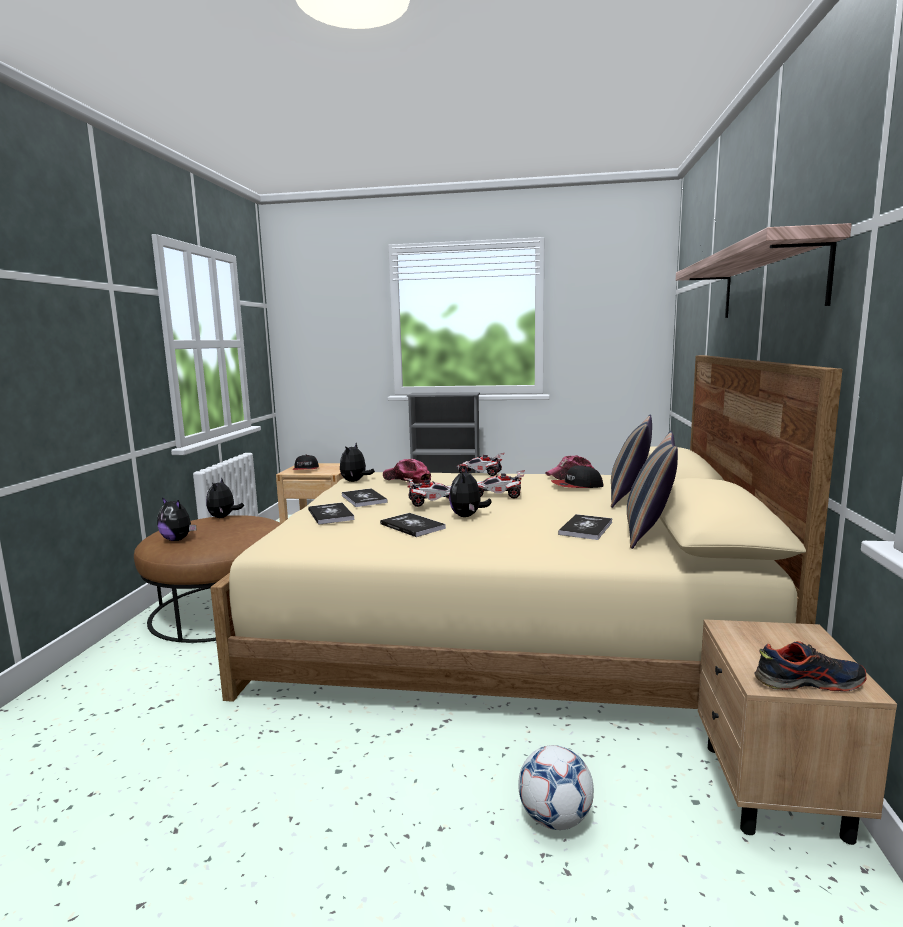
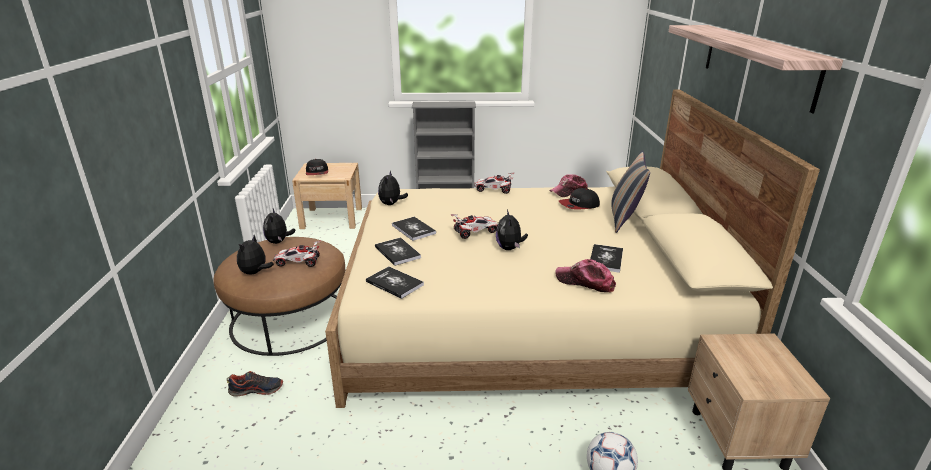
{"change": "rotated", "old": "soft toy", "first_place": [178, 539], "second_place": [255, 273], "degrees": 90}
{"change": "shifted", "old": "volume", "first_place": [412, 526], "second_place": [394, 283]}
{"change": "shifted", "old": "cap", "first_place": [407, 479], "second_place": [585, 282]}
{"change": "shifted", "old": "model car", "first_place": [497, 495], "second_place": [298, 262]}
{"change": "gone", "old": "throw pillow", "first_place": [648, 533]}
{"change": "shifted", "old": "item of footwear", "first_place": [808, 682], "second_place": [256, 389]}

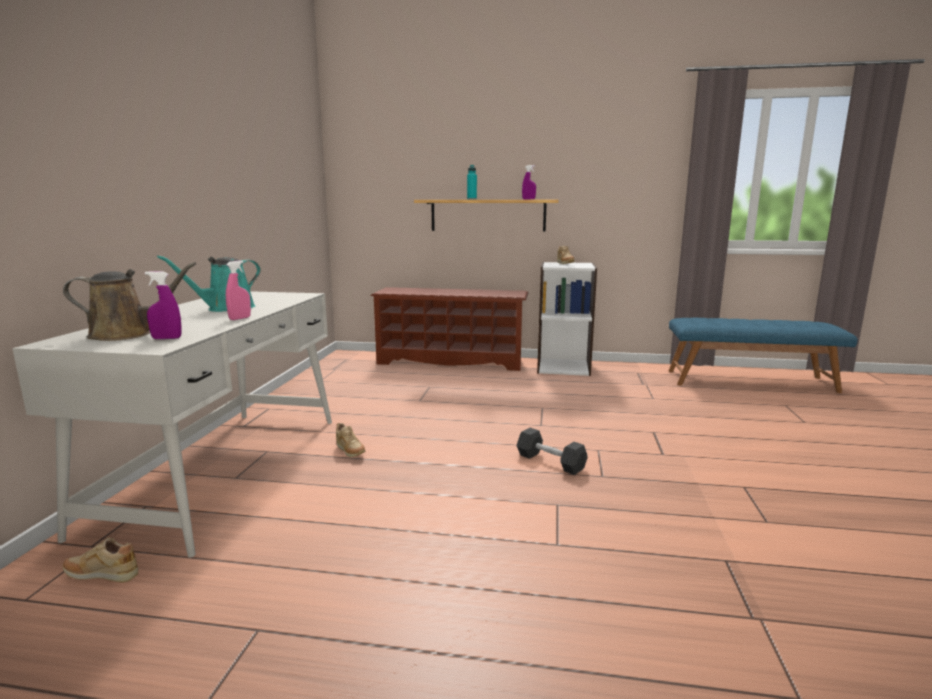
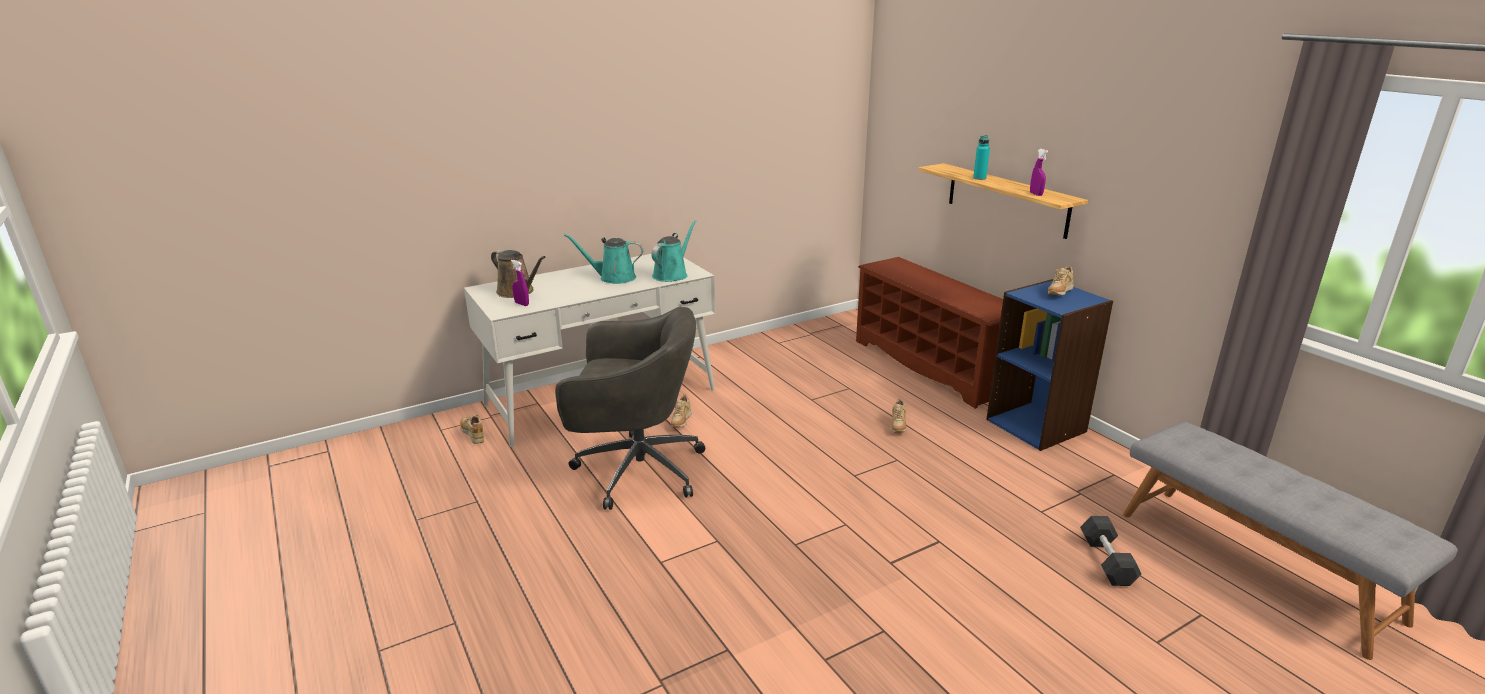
{"change": "gone", "old": "spray bottle in pink", "first_place": [240, 318]}
{"change": "shifted", "old": "dumbbell in black", "first_place": [550, 462], "second_place": [1107, 561]}
{"change": "repainted", "old": "bookshelf in whitish", "new": "bookshelf in blue-coloured", "first_place": [563, 367], "second_place": [1036, 425]}
{"change": "repainted", "old": "long seat in blue-coloured", "new": "long seat in greyish", "first_place": [749, 381], "second_place": [1255, 564]}
{"change": "new", "new": "computer chair in greyish", "second_place": [635, 470]}
{"change": "new", "new": "watering pot in turquoise", "second_place": [672, 274]}
{"change": "new", "new": "item of footwear in beige-coloured", "second_place": [898, 427]}

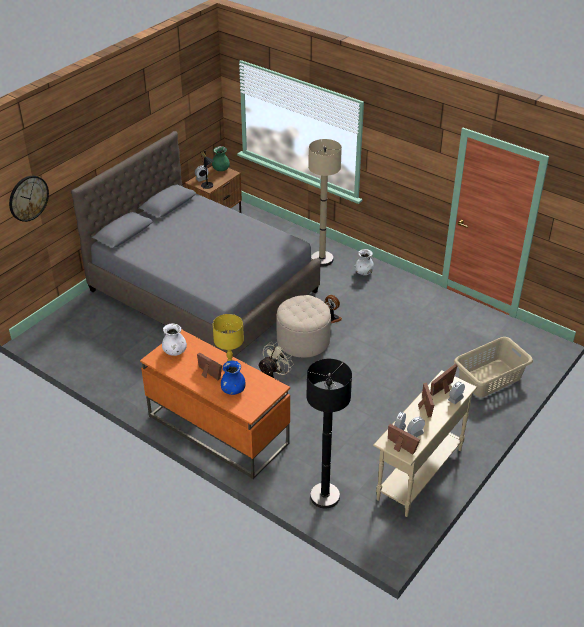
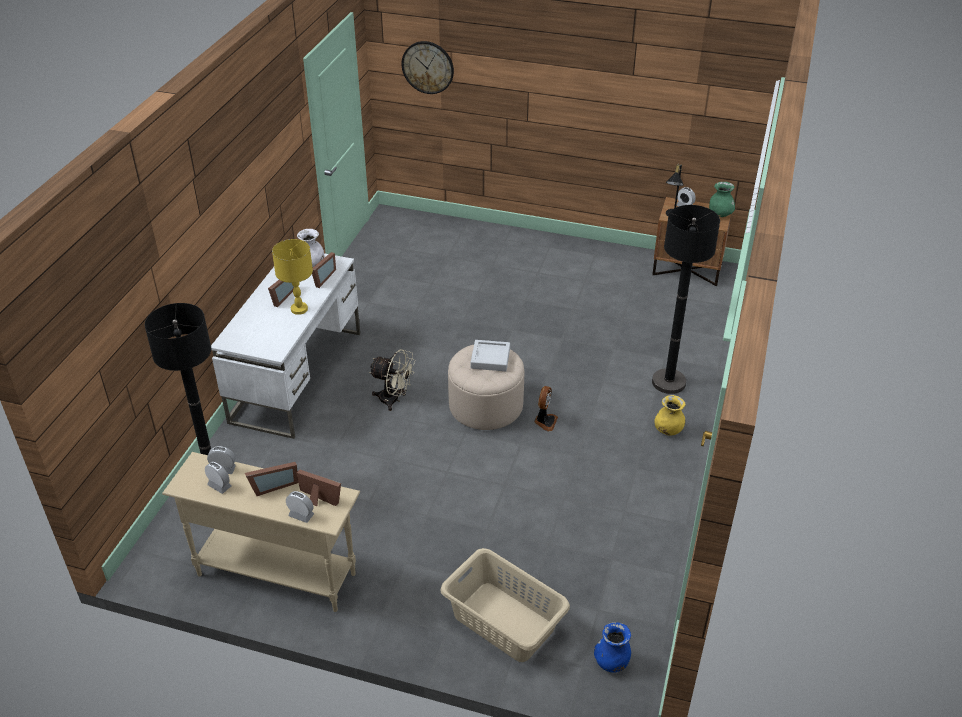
{"change": "gone", "old": "sleeping bed in greyish", "first_place": [203, 290]}
{"change": "repainted", "old": "desk table in orange", "new": "desk table in whitish", "first_place": [217, 429], "second_place": [297, 376]}
{"change": "shifted", "old": "decorative vase in blue-coloured", "first_place": [233, 390], "second_place": [612, 662]}
{"change": "repainted", "old": "standard lamp in beige-coloured", "new": "standard lamp in black", "first_place": [322, 259], "second_place": [668, 382]}
{"change": "repainted", "old": "decorative vase in whitish", "new": "decorative vase in yellow", "first_place": [364, 272], "second_place": [668, 430]}
{"change": "shifted", "old": "standing frame", "first_place": [400, 448], "second_place": [321, 278]}
{"change": "new", "new": "carrying tray in greyish", "second_place": [490, 358]}

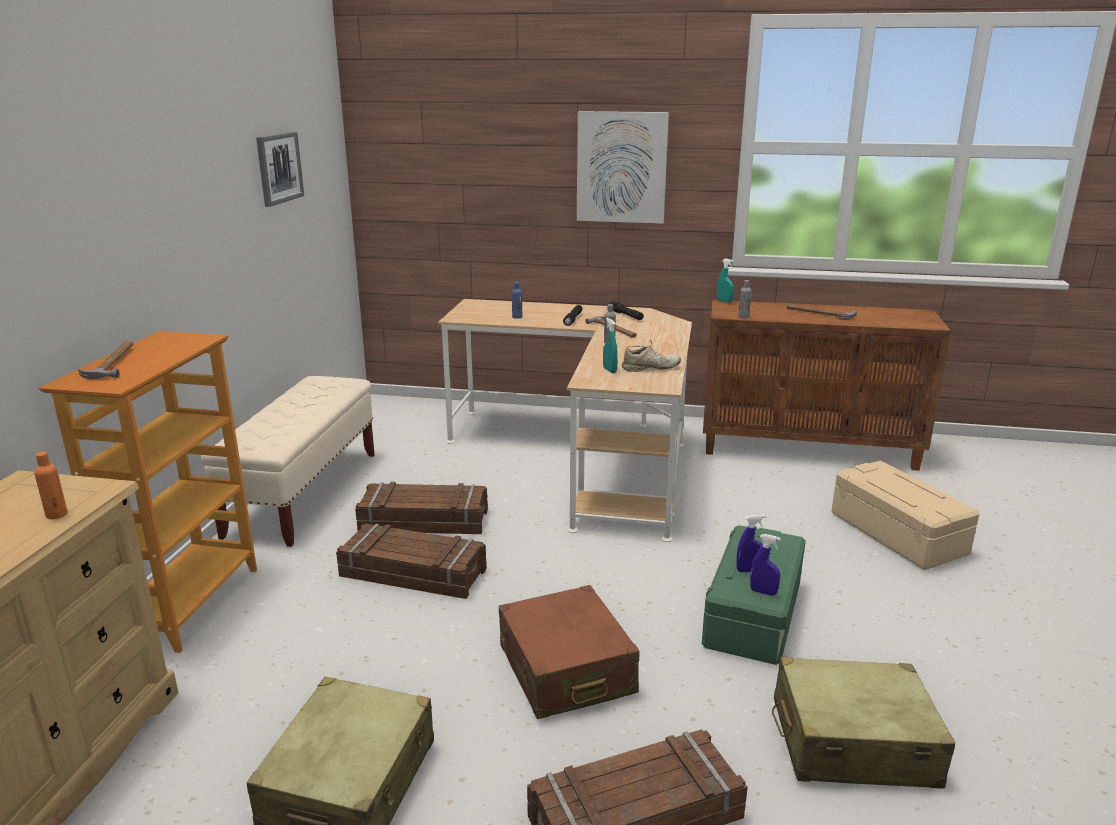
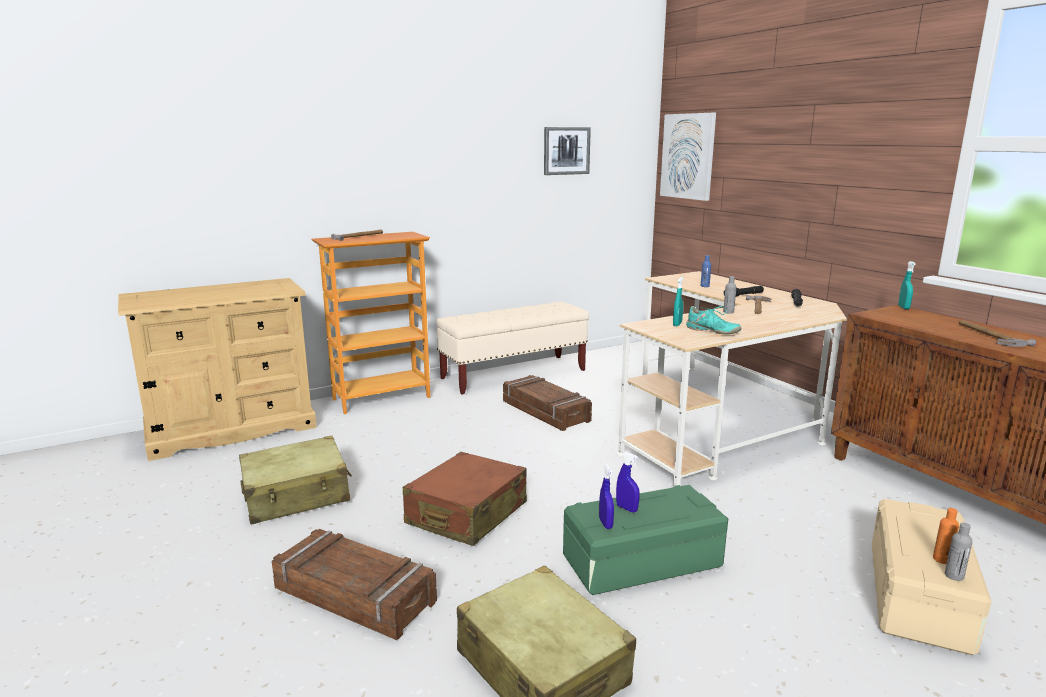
{"change": "shifted", "old": "beverage bottle in orange", "first_place": [56, 515], "second_place": [941, 559]}
{"change": "gone", "old": "shipping crate", "first_place": [413, 574]}
{"change": "shifted", "old": "wall art", "first_place": [621, 167], "second_place": [688, 156]}
{"change": "repainted", "old": "item of footwear in beige-coloured", "new": "item of footwear in turquoise", "first_place": [650, 368], "second_place": [712, 331]}
{"change": "shifted", "old": "beverage bottle in greyish", "first_place": [743, 317], "second_place": [954, 576]}

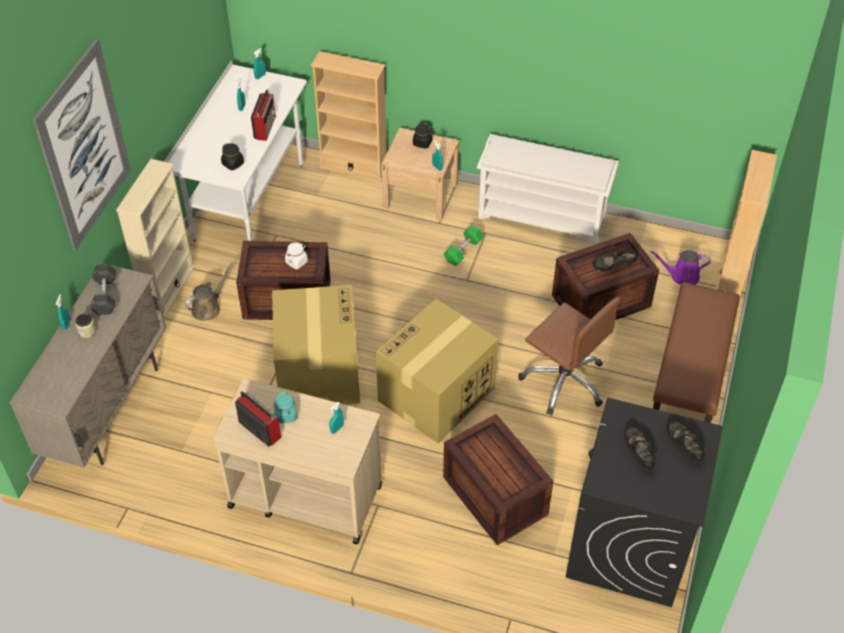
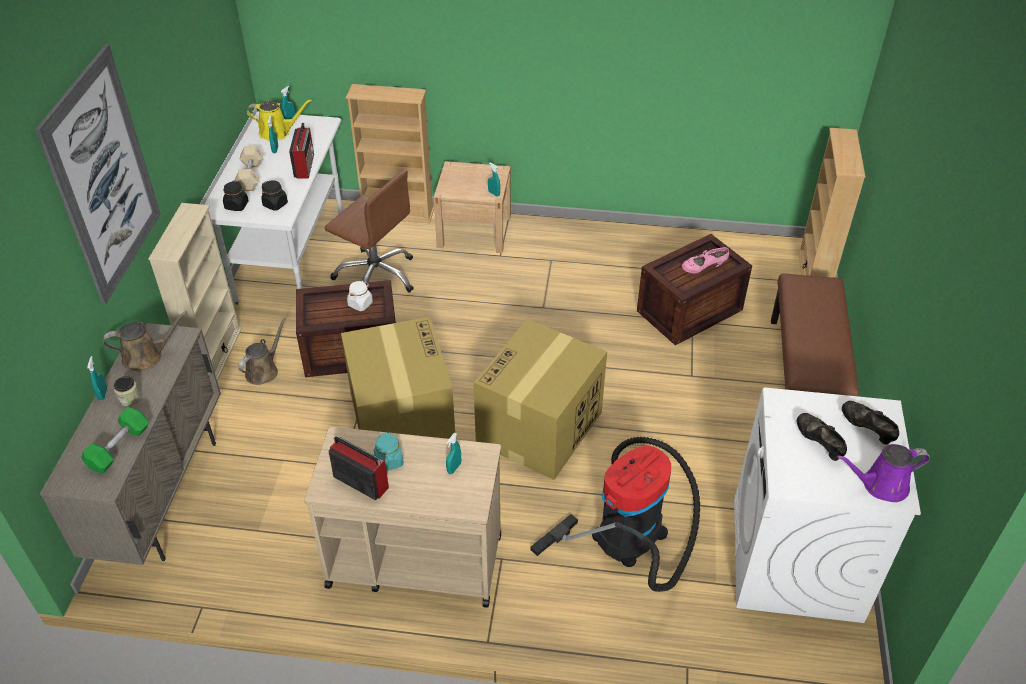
{"change": "swapped", "old": "dumbbell in black", "new": "watering pot in brown", "first_place": [105, 296], "second_place": [147, 357]}
{"change": "shifted", "old": "jar in black", "first_place": [422, 143], "second_place": [236, 205]}
{"change": "swapped", "old": "shipping crate", "new": "hoover", "first_place": [496, 497], "second_place": [633, 529]}
{"change": "shifted", "old": "dumbbell in greenish", "first_place": [463, 251], "second_place": [119, 448]}
{"change": "gone", "old": "shoe stand in whitish", "first_place": [543, 216]}
{"change": "shifted", "old": "computer chair in brown", "first_place": [564, 381], "second_place": [376, 276]}
{"change": "repainted", "old": "washing machine in black", "new": "washing machine in whitish", "first_place": [629, 545], "second_place": [796, 560]}
{"change": "repainted", "old": "item of footwear in black", "new": "item of footwear in pink", "first_place": [613, 267], "second_place": [703, 268]}
{"change": "shifted", "old": "watering pot in purple-coloured", "first_place": [681, 276], "second_place": [881, 485]}
{"change": "new", "new": "dumbbell in beige-coloured", "second_place": [250, 176]}
{"change": "new", "new": "watering pot in yellow", "second_place": [278, 132]}

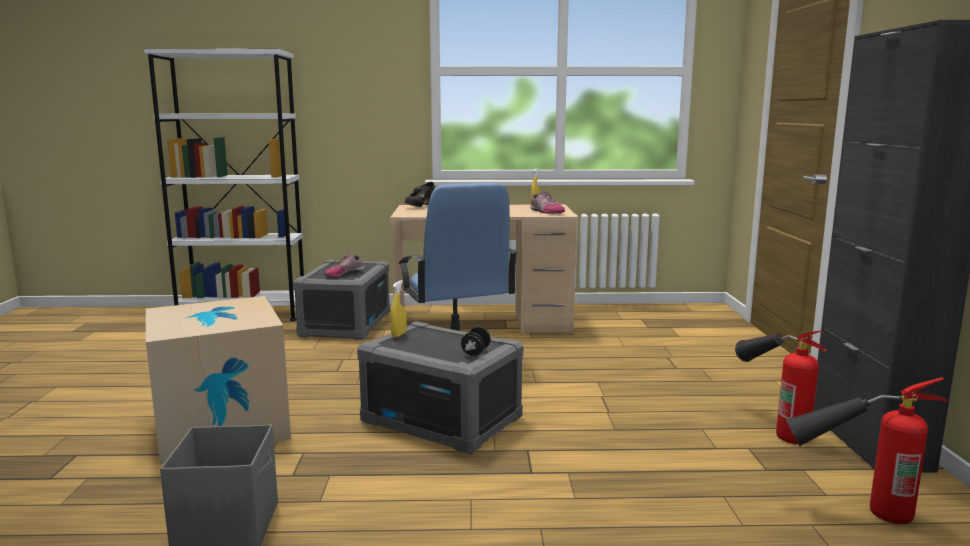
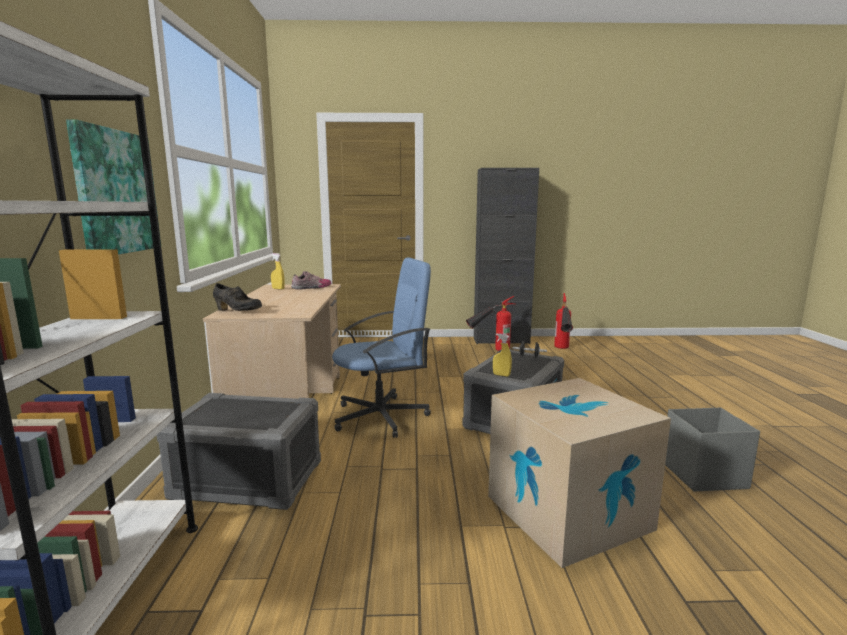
{"change": "gone", "old": "item of footwear", "first_place": [344, 273]}
{"change": "new", "new": "wall art", "second_place": [115, 192]}

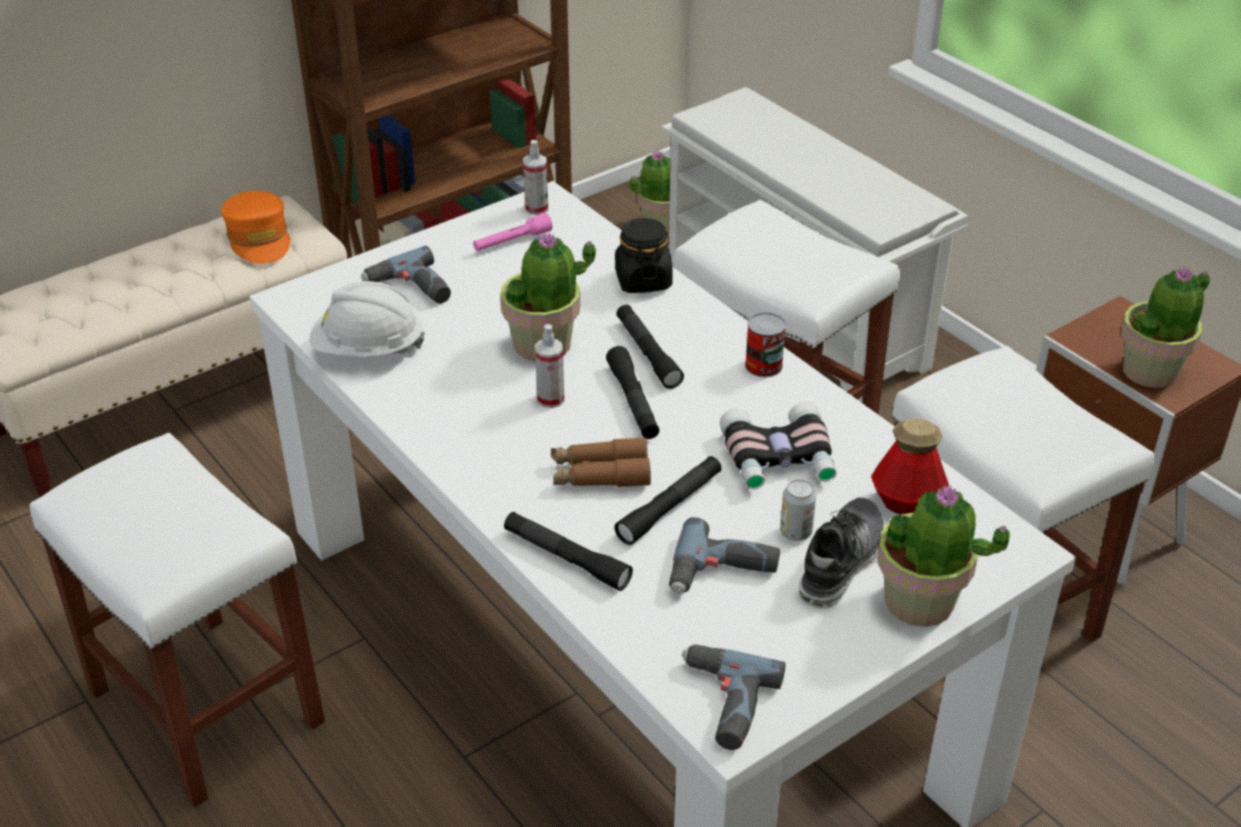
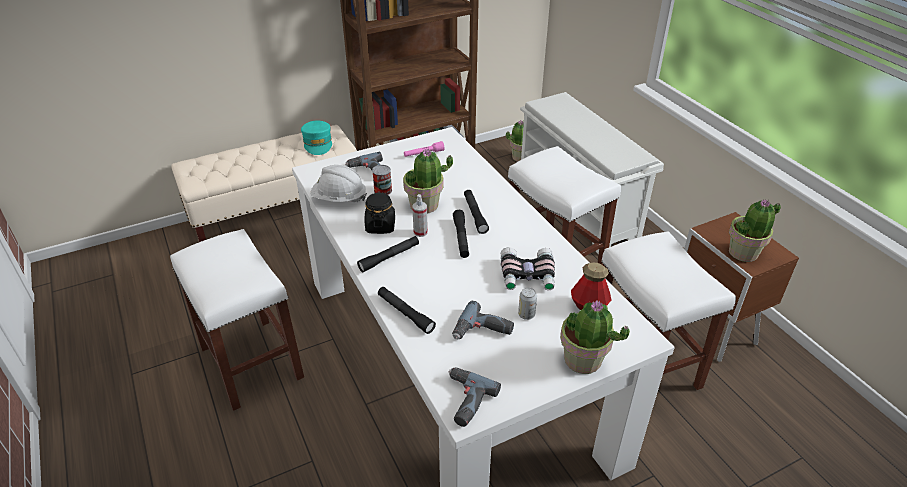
{"change": "repainted", "old": "cap in orange", "new": "cap in turquoise", "first_place": [259, 239], "second_place": [318, 143]}
{"change": "gone", "old": "spray bottle", "first_place": [536, 208]}
{"change": "gone", "old": "field glasses in brown", "first_place": [600, 474]}
{"change": "shifted", "old": "torch in black", "first_place": [670, 507], "second_place": [389, 257]}
{"change": "shifted", "old": "jar in black", "first_place": [643, 280], "second_place": [380, 226]}
{"change": "shifted", "old": "metal can", "first_place": [763, 365], "second_place": [383, 190]}
{"change": "gone", "old": "item of footwear", "first_place": [840, 563]}

